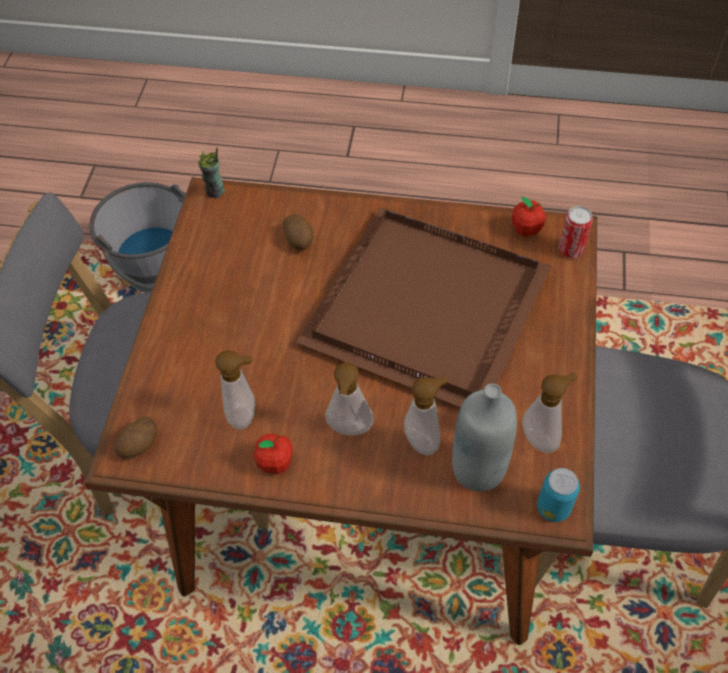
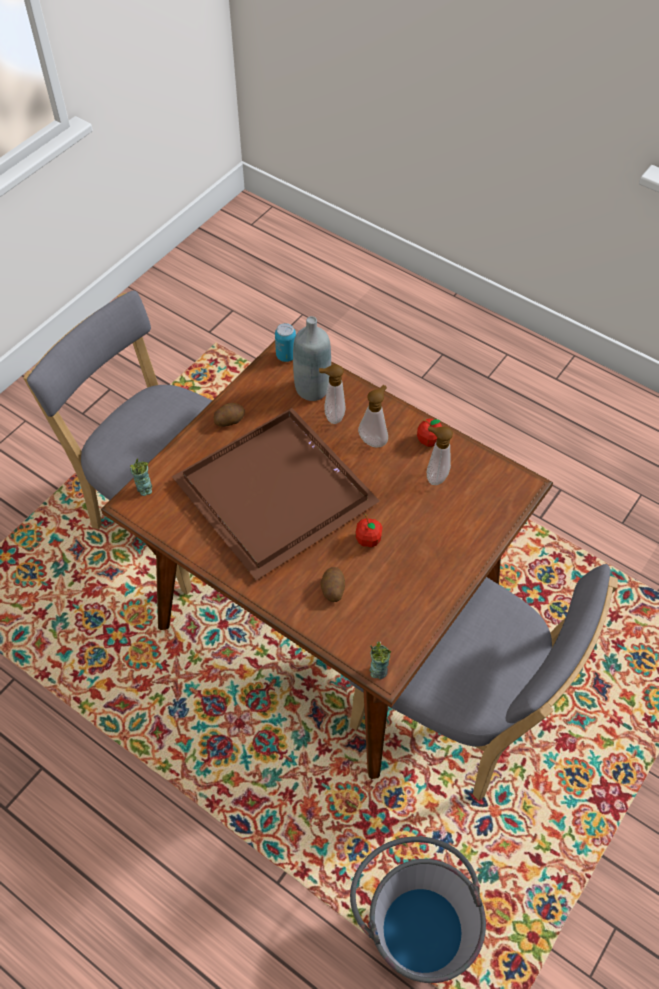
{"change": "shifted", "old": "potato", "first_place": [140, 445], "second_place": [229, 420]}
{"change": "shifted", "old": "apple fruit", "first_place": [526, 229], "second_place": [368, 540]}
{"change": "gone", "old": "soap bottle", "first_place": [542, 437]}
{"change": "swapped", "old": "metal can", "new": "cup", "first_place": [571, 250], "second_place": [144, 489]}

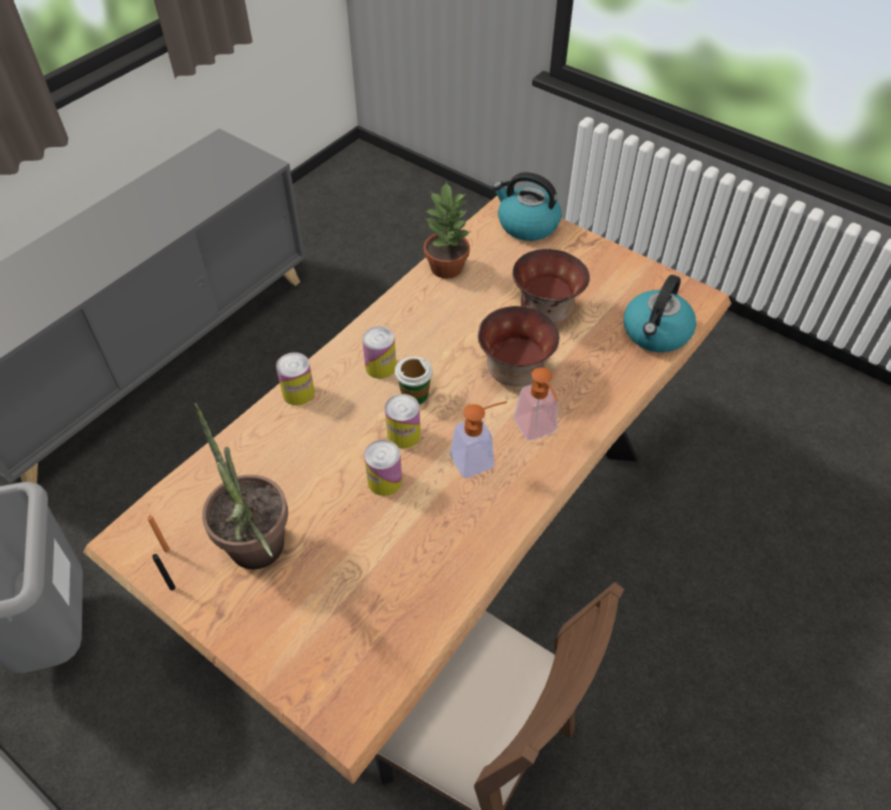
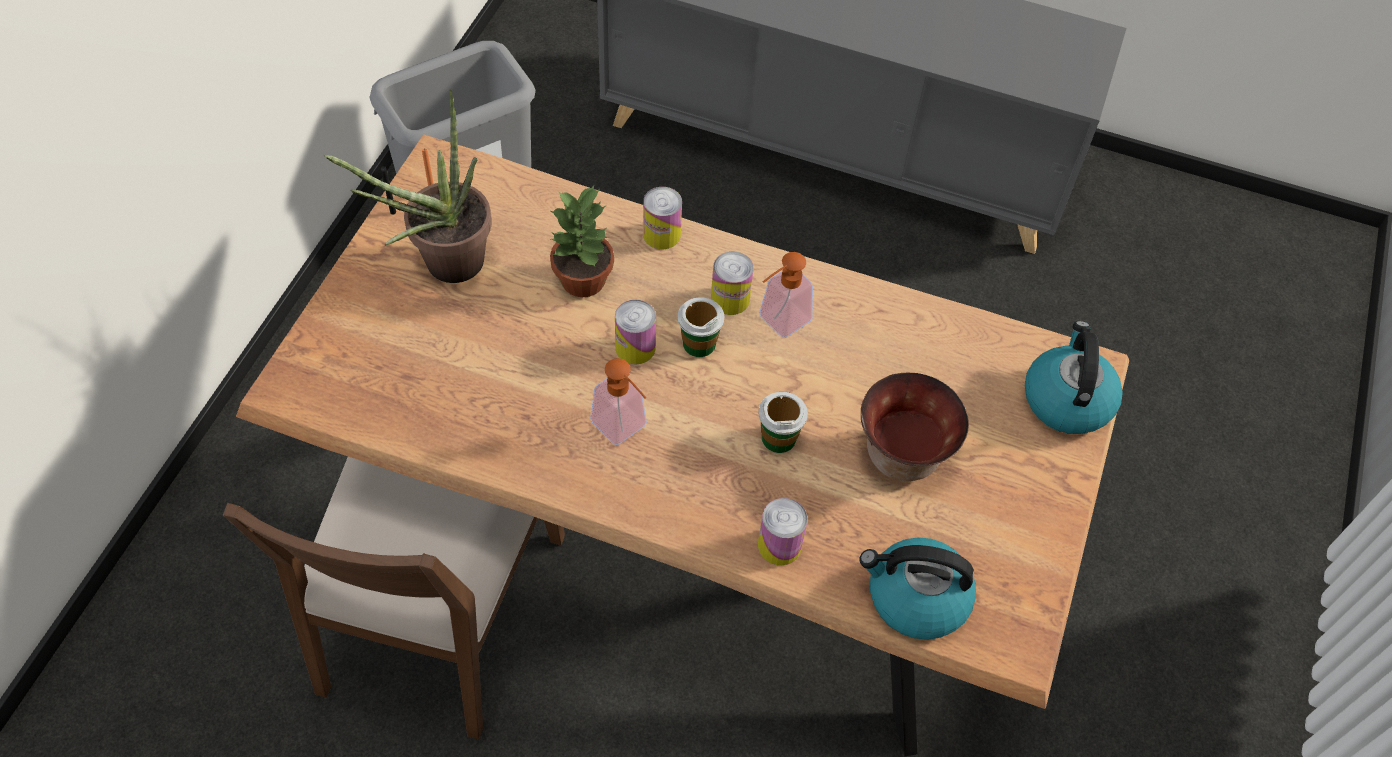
{"change": "shifted", "old": "metal can", "first_place": [384, 481], "second_place": [779, 545]}
{"change": "shifted", "old": "plant in a pot", "first_place": [447, 267], "second_place": [584, 280]}
{"change": "swapped", "old": "bowl", "new": "cup", "first_place": [514, 369], "second_place": [778, 438]}
{"change": "shifted", "old": "soap bottle", "first_place": [538, 431], "second_place": [778, 323]}

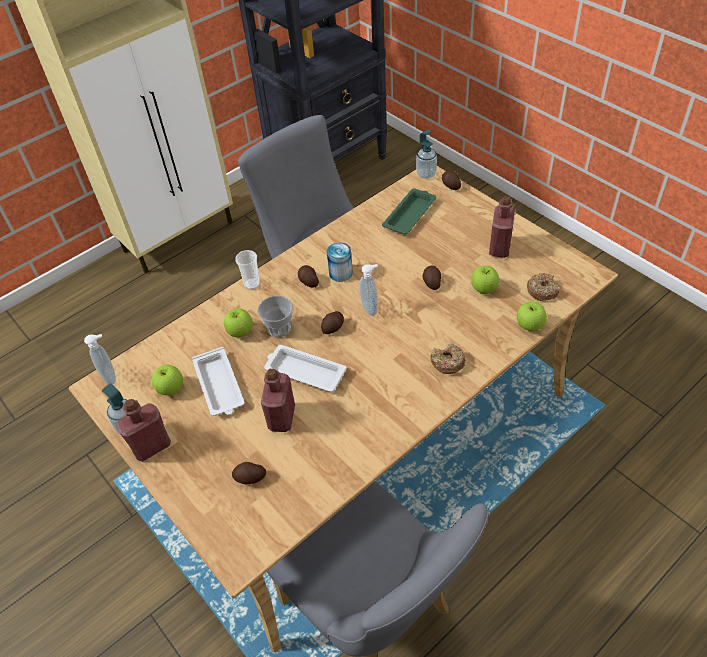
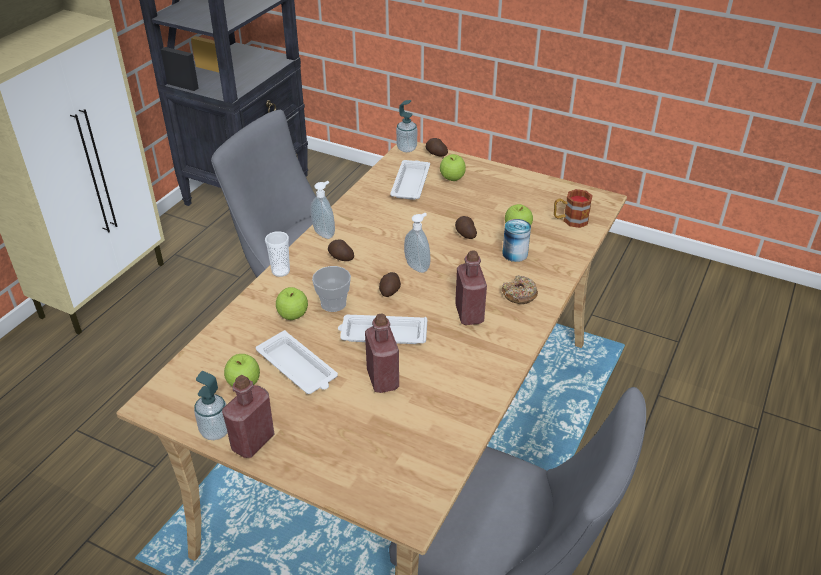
{"change": "shifted", "old": "soap bottle", "first_place": [111, 376], "second_place": [325, 233]}
{"change": "gone", "old": "potato", "first_place": [250, 478]}
{"change": "shifted", "old": "metal can", "first_place": [340, 273], "second_place": [515, 254]}
{"change": "repainted", "old": "carrying tray in greenish", "new": "carrying tray in whitish", "first_place": [410, 214], "second_place": [411, 183]}
{"change": "shifted", "old": "beverage bottle in red-coloured", "first_place": [499, 248], "second_place": [469, 314]}
{"change": "shifted", "old": "apple fruit", "first_place": [529, 326], "second_place": [452, 178]}
{"change": "swapped", "old": "ring doughnut", "new": "coffee mug", "first_place": [542, 291], "second_place": [570, 220]}

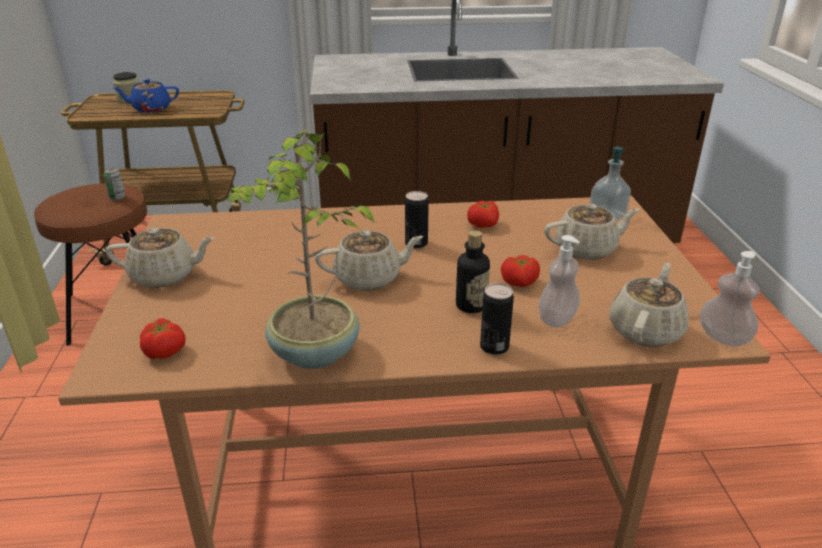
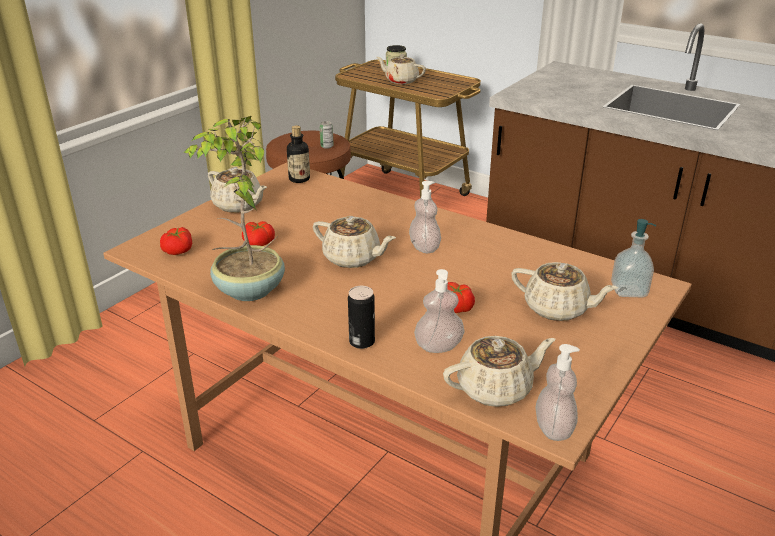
{"change": "repainted", "old": "tea pot in blue-coloured", "new": "tea pot in beige-coloured", "first_place": [151, 109], "second_place": [401, 81]}
{"change": "swapped", "old": "metal can", "new": "soap bottle", "first_place": [416, 243], "second_place": [424, 248]}
{"change": "shifted", "old": "beverage bottle", "first_place": [471, 305], "second_place": [299, 179]}
{"change": "shifted", "old": "tomato", "first_place": [483, 224], "second_place": [259, 244]}

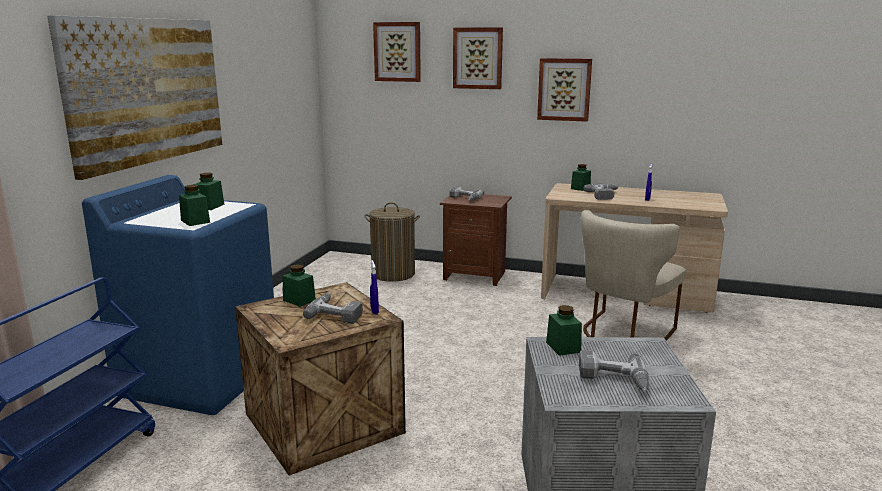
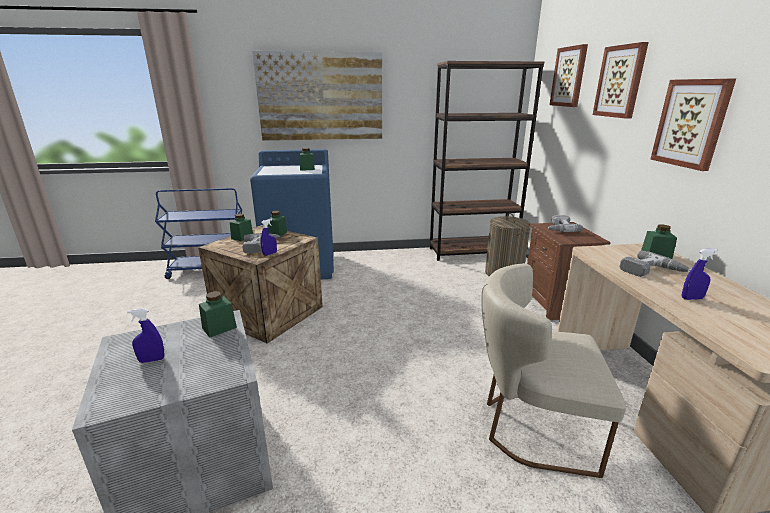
{"change": "shifted", "old": "jar in greenish", "first_place": [195, 221], "second_place": [242, 237]}
{"change": "swapped", "old": "electric drill", "new": "spray bottle in blue-coloured", "first_place": [613, 379], "second_place": [152, 360]}
{"change": "new", "new": "bookshelf in brown", "second_place": [472, 252]}

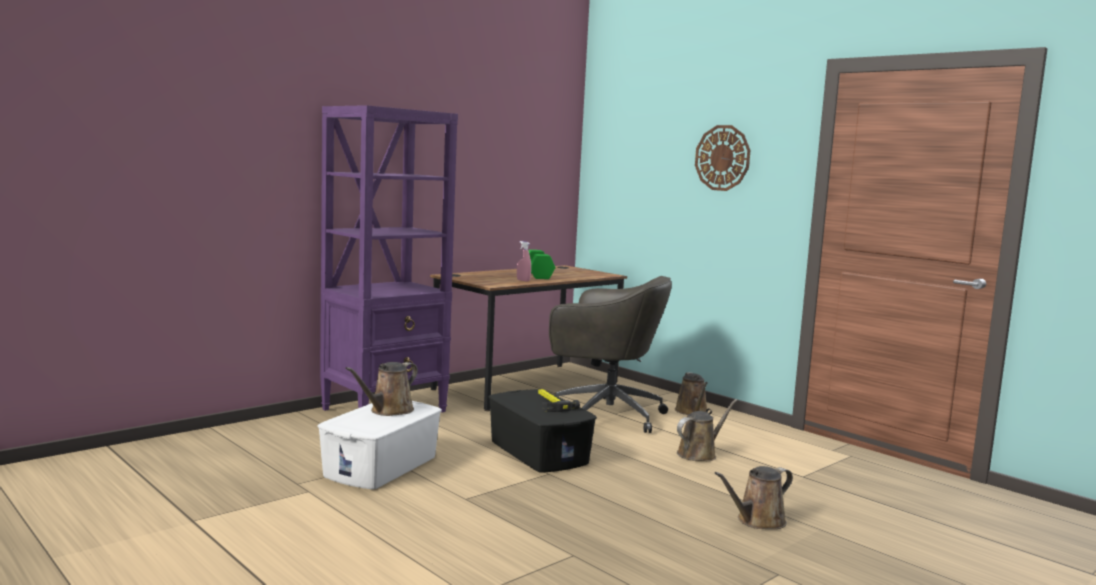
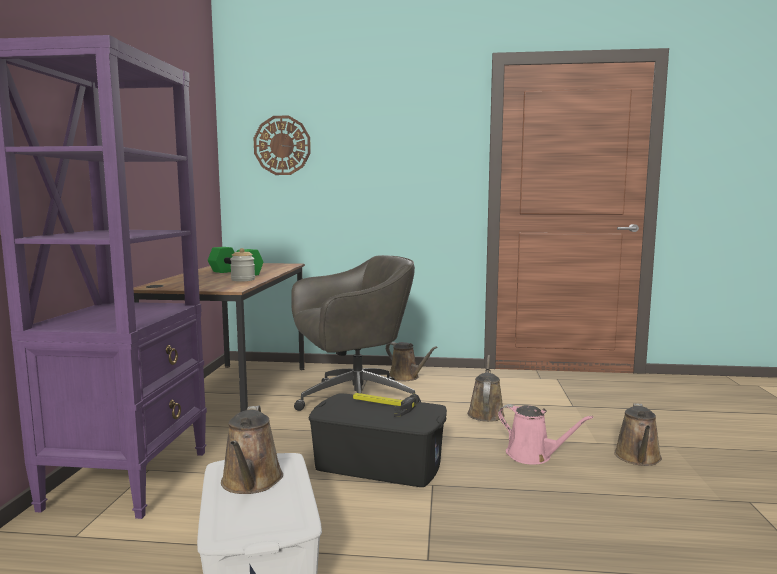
{"change": "swapped", "old": "spray bottle in pink", "new": "jar", "first_place": [523, 280], "second_place": [243, 280]}
{"change": "shifted", "old": "wall clock", "first_place": [722, 158], "second_place": [282, 145]}
{"change": "new", "new": "watering pot in pink", "second_place": [533, 456]}

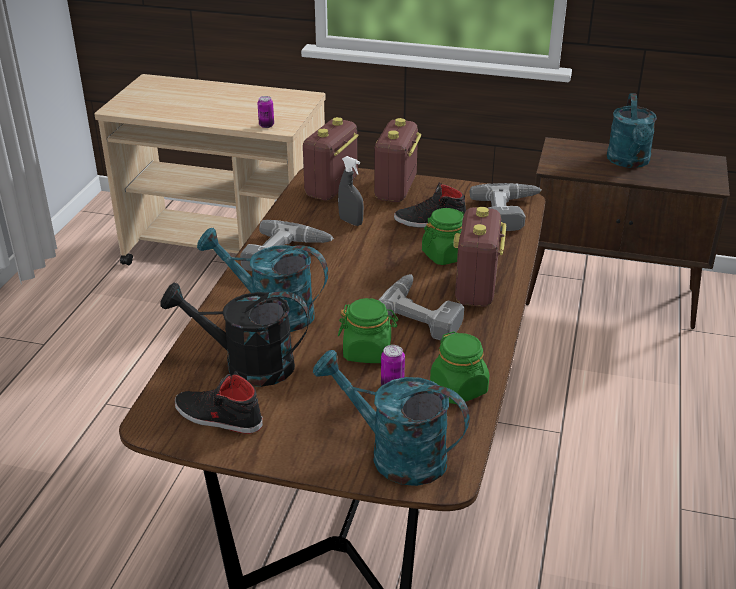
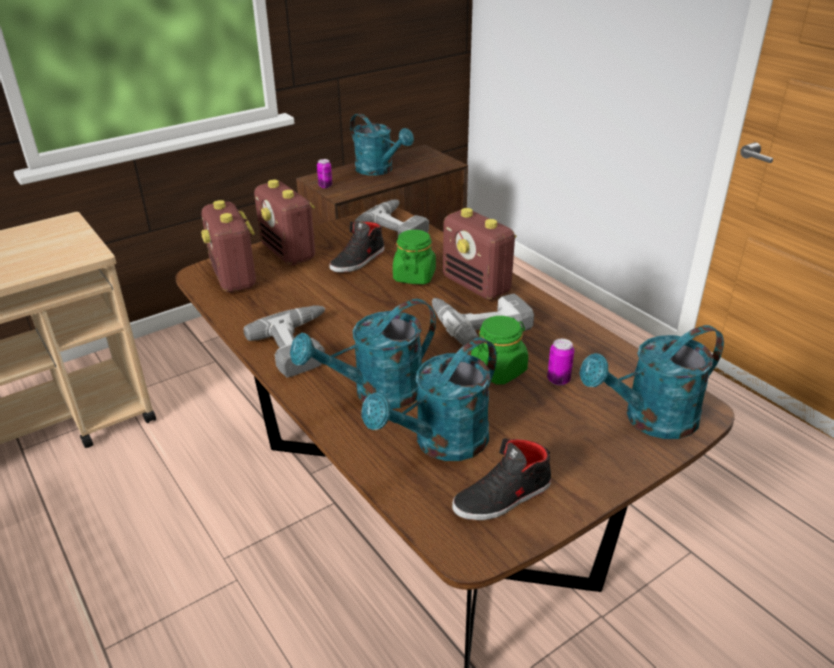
{"change": "repainted", "old": "watering pot in black", "new": "watering pot in turquoise", "first_place": [246, 365], "second_place": [441, 444]}
{"change": "shifted", "old": "metal can", "first_place": [266, 125], "second_place": [325, 186]}
{"change": "gone", "old": "spray bottle in greyish", "first_place": [351, 222]}
{"change": "gone", "old": "jar in greenish", "first_place": [459, 389]}

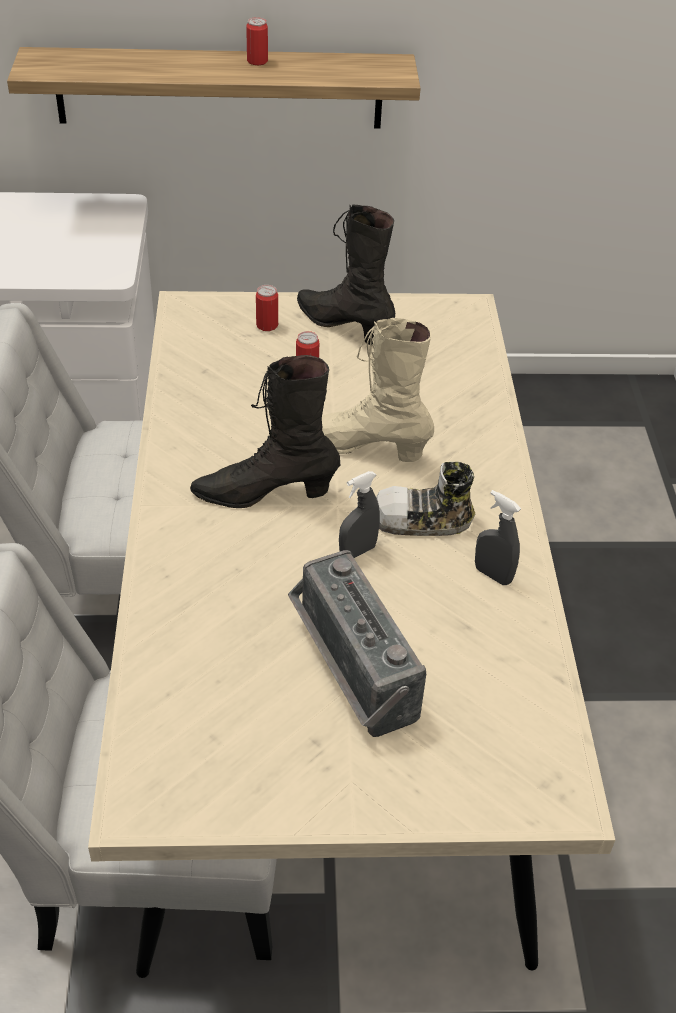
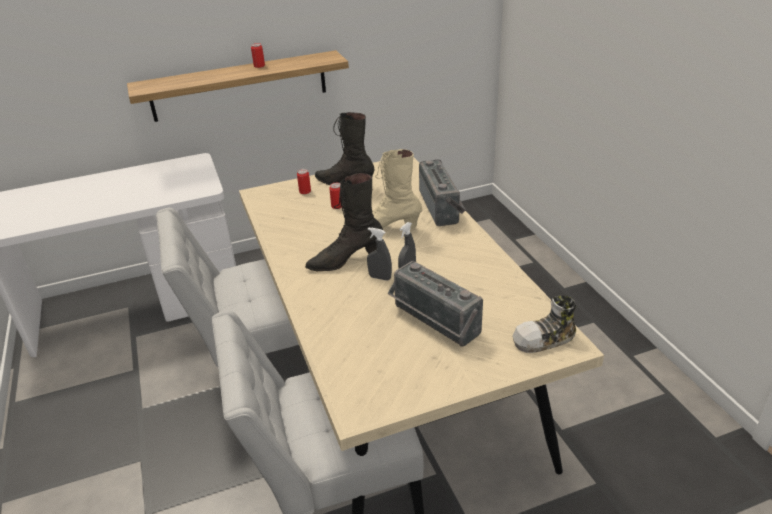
{"change": "shifted", "old": "item of footwear", "first_place": [422, 520], "second_place": [545, 339]}
{"change": "shifted", "old": "spray bottle in greyish", "first_place": [492, 575], "second_place": [380, 277]}
{"change": "new", "new": "radio receiver", "second_place": [442, 207]}

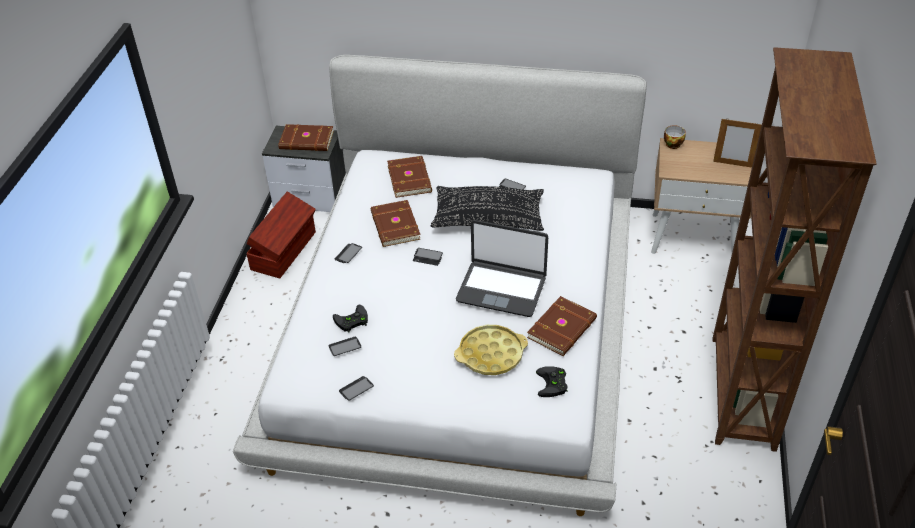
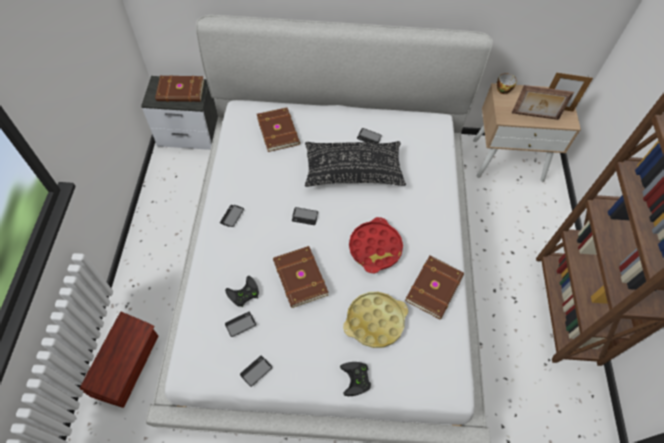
{"change": "shifted", "old": "storage box in brown", "first_place": [285, 250], "second_place": [127, 365]}
{"change": "shifted", "old": "volume in brown", "first_place": [394, 226], "second_place": [299, 278]}
{"change": "swapped", "old": "portable computer", "new": "carrying tray in red-coloured", "first_place": [501, 289], "second_place": [375, 248]}
{"change": "shifted", "old": "game controller in black", "first_place": [553, 384], "second_place": [356, 380]}
{"change": "new", "new": "standing frame", "second_place": [535, 116]}

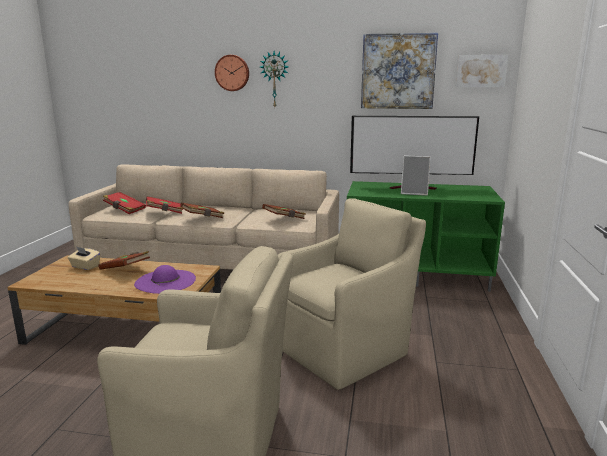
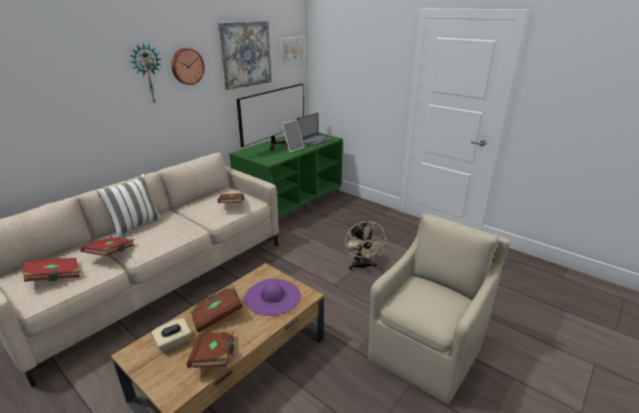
{"change": "shifted", "old": "volume in brown", "first_place": [203, 218], "second_place": [214, 357]}
{"change": "shifted", "old": "wall clock", "first_place": [232, 73], "second_place": [187, 66]}
{"change": "swapped", "old": "lounge chair in beige-coloured", "new": "fan in beige-coloured", "first_place": [346, 350], "second_place": [362, 266]}
{"change": "new", "new": "throw pillow in whitish", "second_place": [135, 225]}
{"change": "new", "new": "portable computer", "second_place": [315, 140]}

